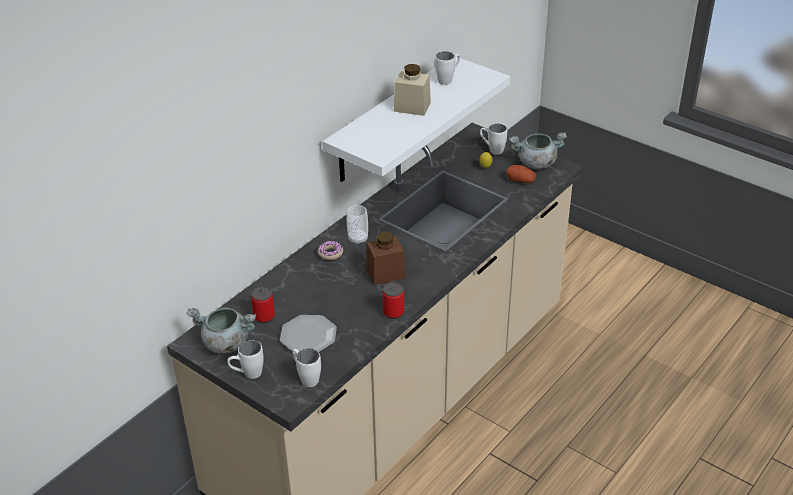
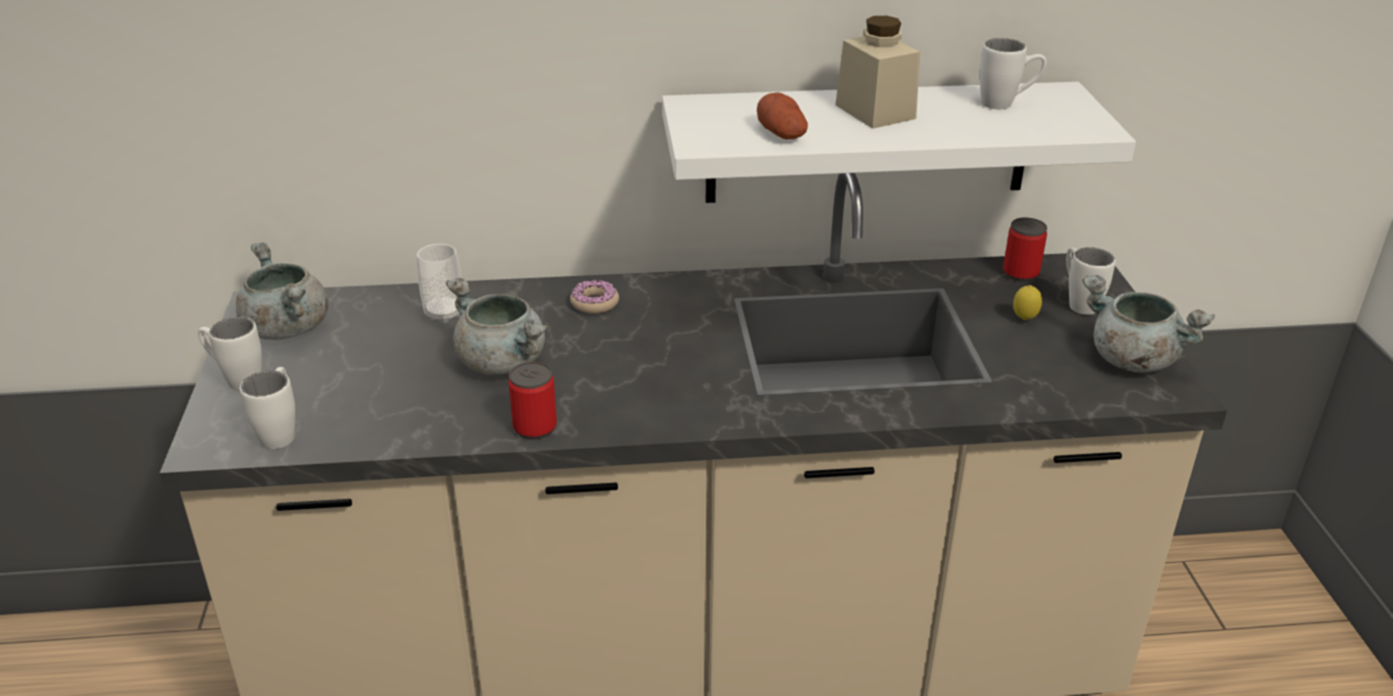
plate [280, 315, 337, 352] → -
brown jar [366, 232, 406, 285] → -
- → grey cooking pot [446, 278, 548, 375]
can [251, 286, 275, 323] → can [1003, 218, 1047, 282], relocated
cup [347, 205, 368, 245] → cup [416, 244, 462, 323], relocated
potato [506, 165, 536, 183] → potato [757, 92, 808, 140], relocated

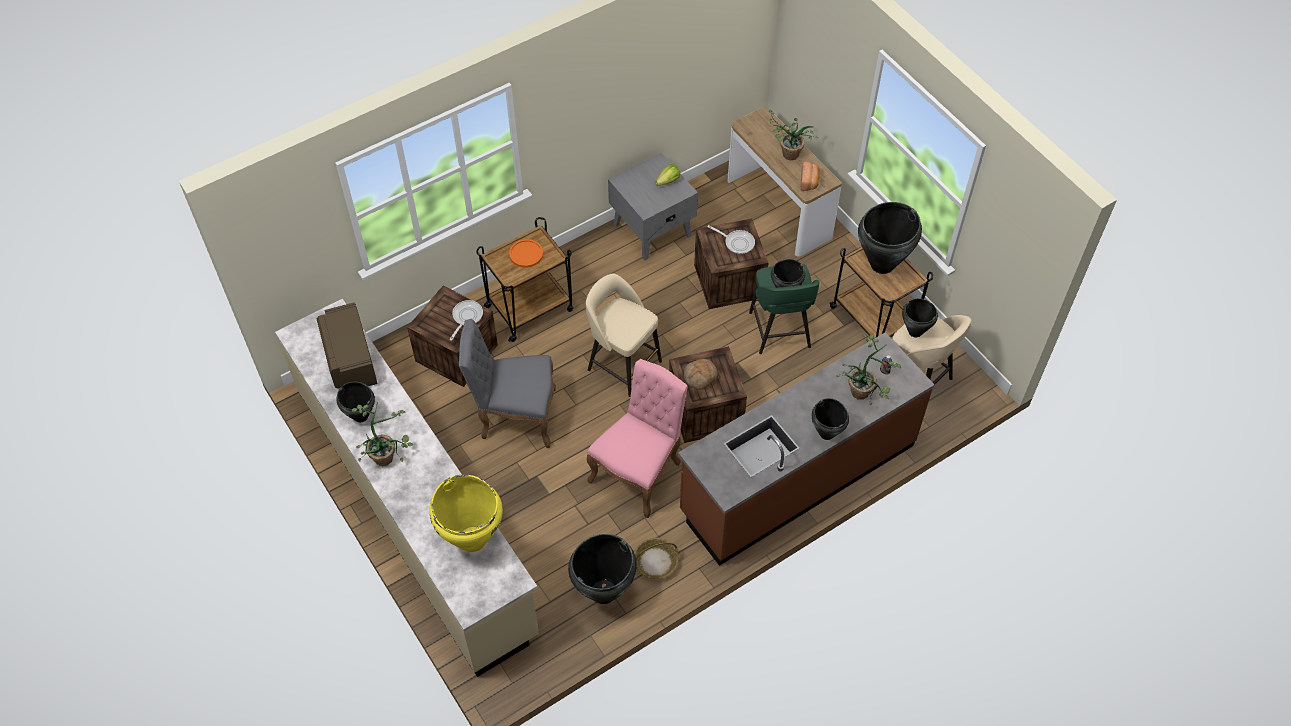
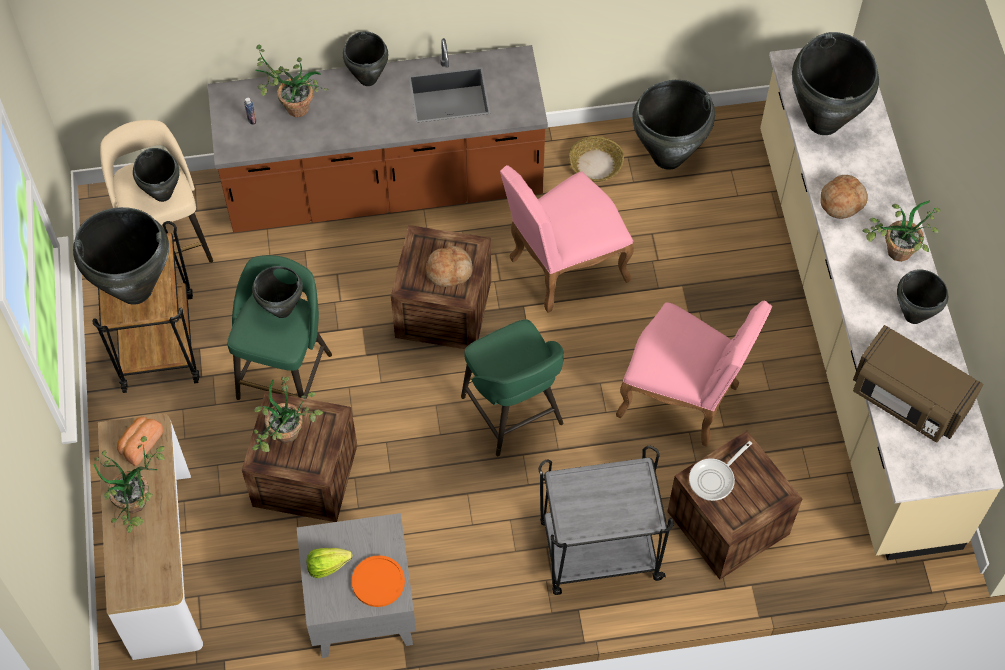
- → bread [820, 175, 868, 219]
orange plate [509, 239, 543, 268] → orange plate [352, 555, 405, 607], relocated
frying pan [707, 225, 755, 254] → potted plant [252, 377, 323, 452]
yellow vase [429, 474, 503, 552] → black vase [792, 32, 879, 135]
grey chair [459, 319, 556, 448] → pink chair [616, 301, 772, 447]
brown cart [477, 217, 574, 342] → grey cart [538, 446, 674, 595]
beige stool [586, 274, 662, 397] → green stool [461, 319, 564, 456]
brown microwave [316, 302, 378, 389] → brown microwave [853, 325, 983, 442], 120 degrees clockwise

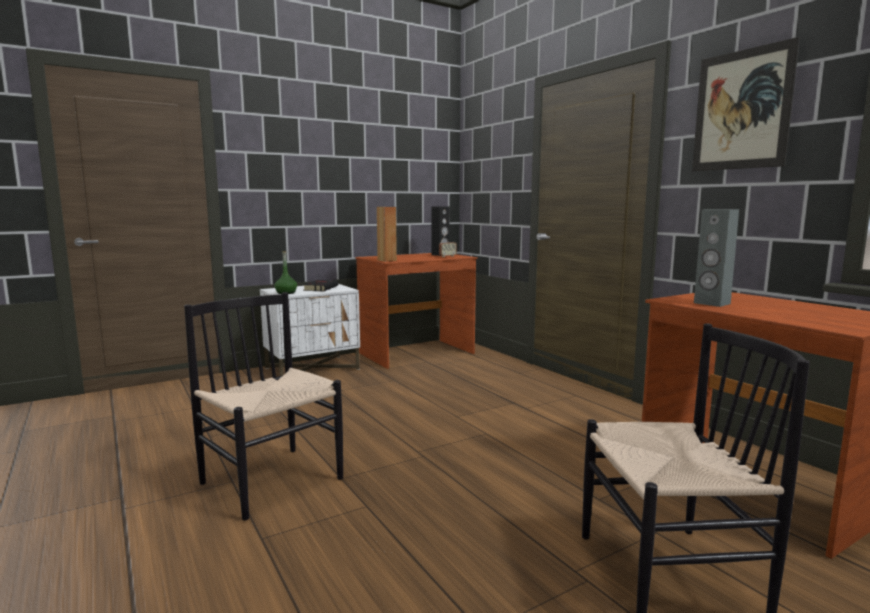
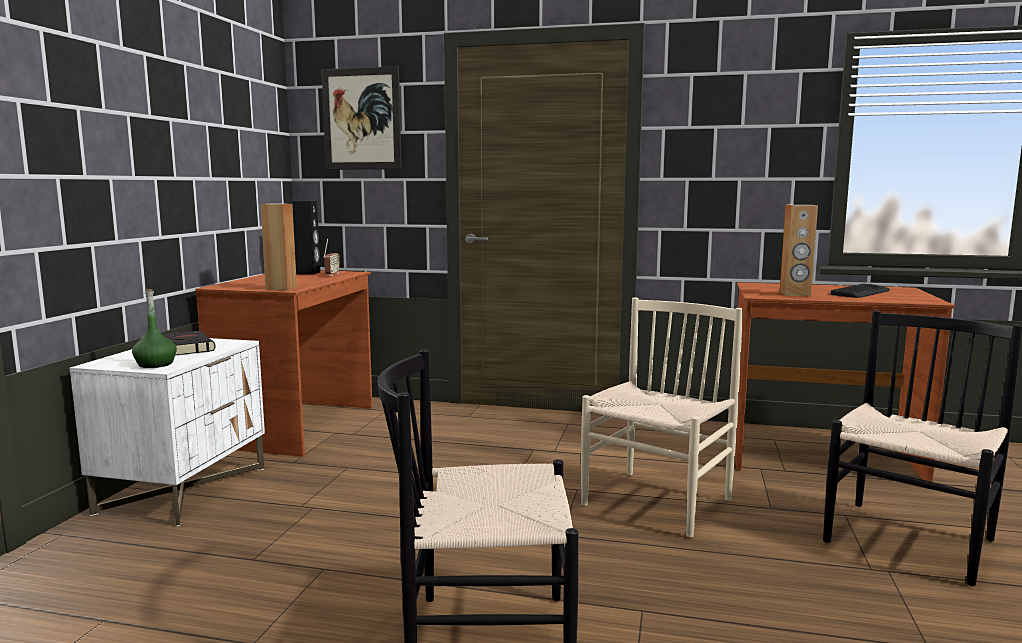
- → beige chair [581, 297, 743, 537]
- → keyboard [831, 284, 890, 298]
picture [692, 37, 800, 171] → picture [321, 66, 402, 170], relocated
grey speaker [694, 209, 739, 307] → brown speaker [779, 205, 818, 296]

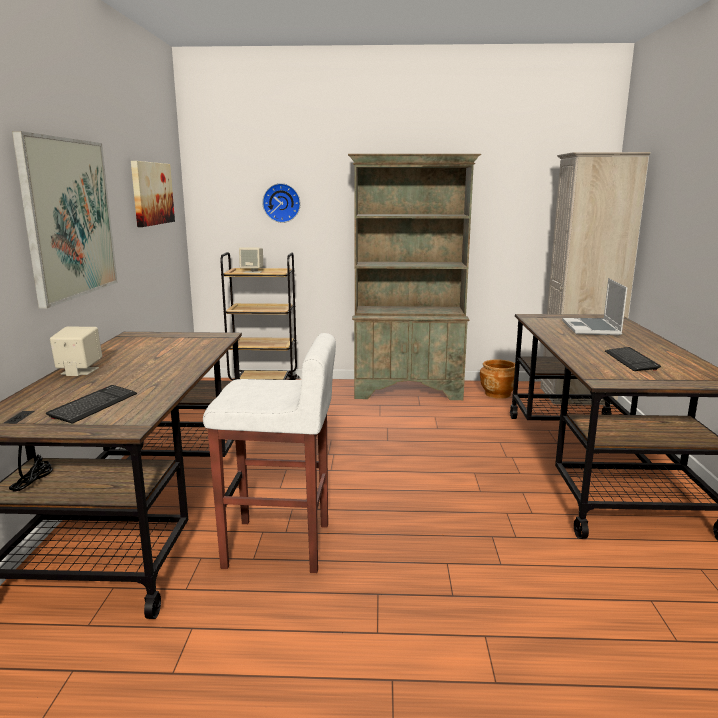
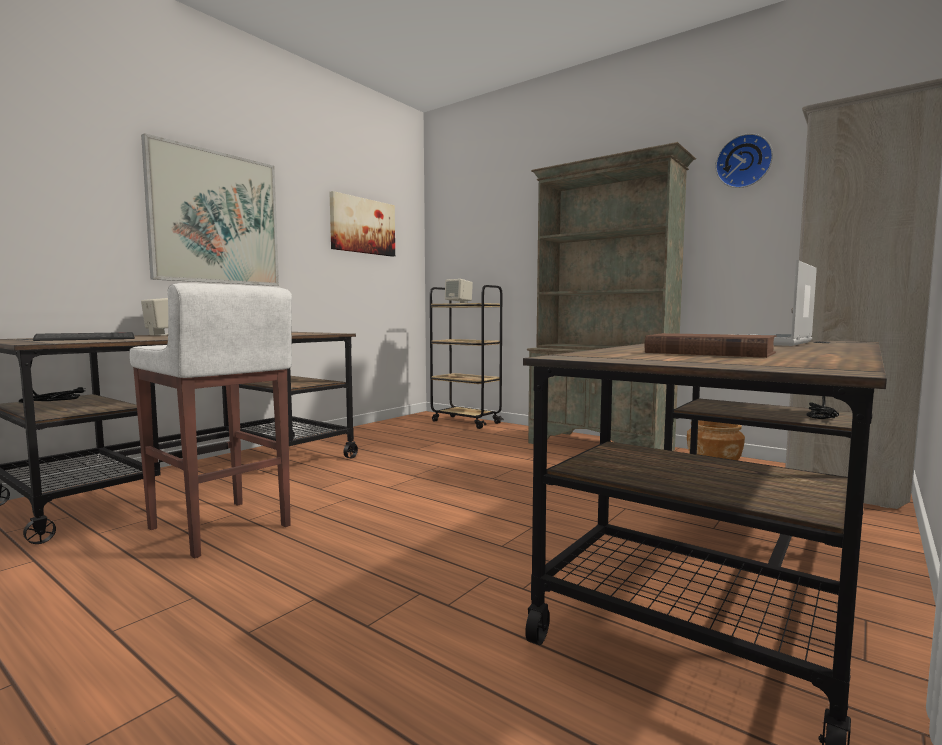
wall clock [262, 183, 300, 223] → wall clock [715, 133, 773, 188], relocated
keyboard [605, 347, 661, 371] → brown book [645, 333, 777, 358]

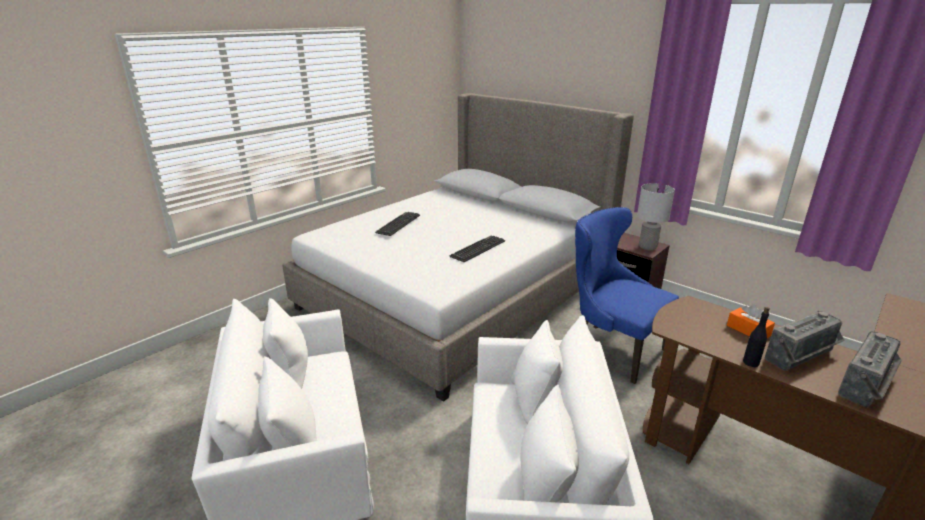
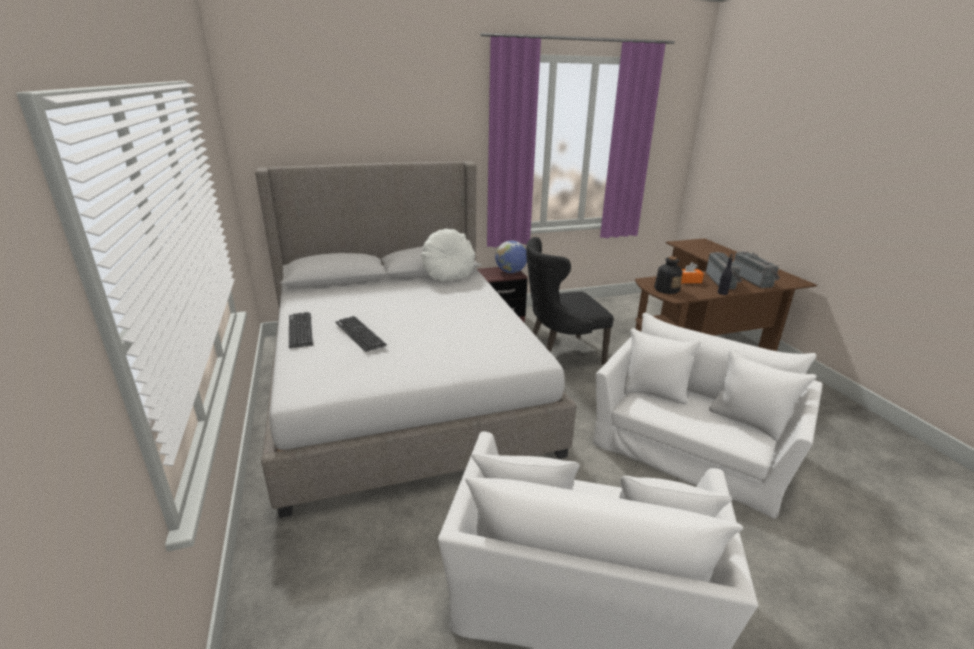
- → white pillow [421, 229, 475, 282]
- → bottle [654, 256, 683, 294]
keyboard [449, 236, 505, 262] → keyboard [289, 312, 313, 348], relocated
grey table lamp [637, 183, 675, 250] → globe [495, 241, 527, 273]
blue chair [575, 207, 679, 384] → black chair [526, 237, 613, 365]

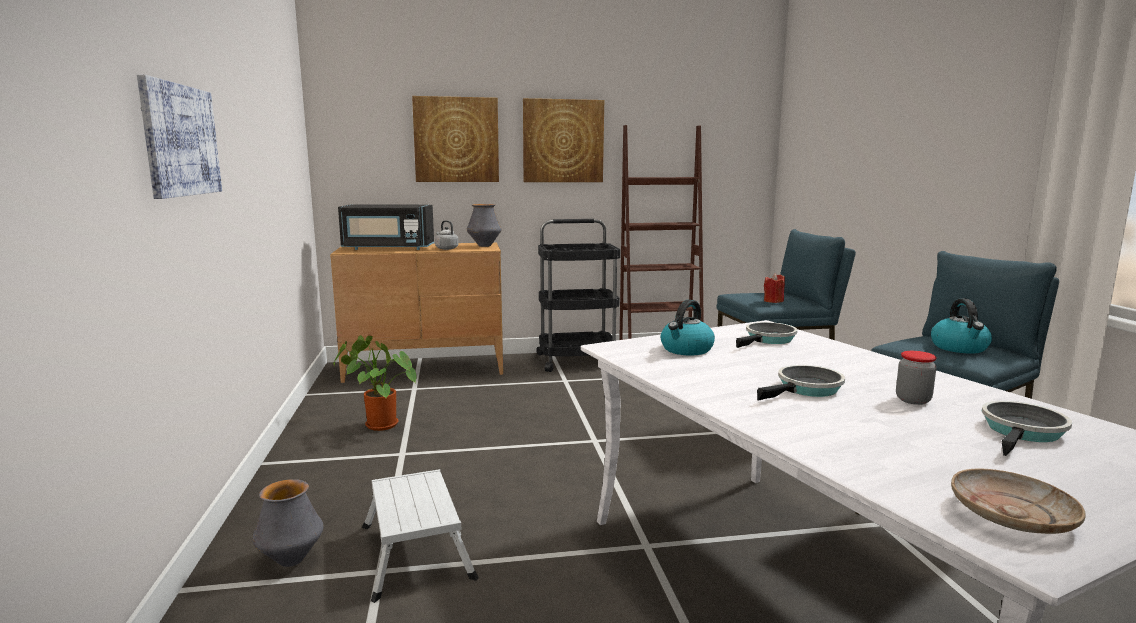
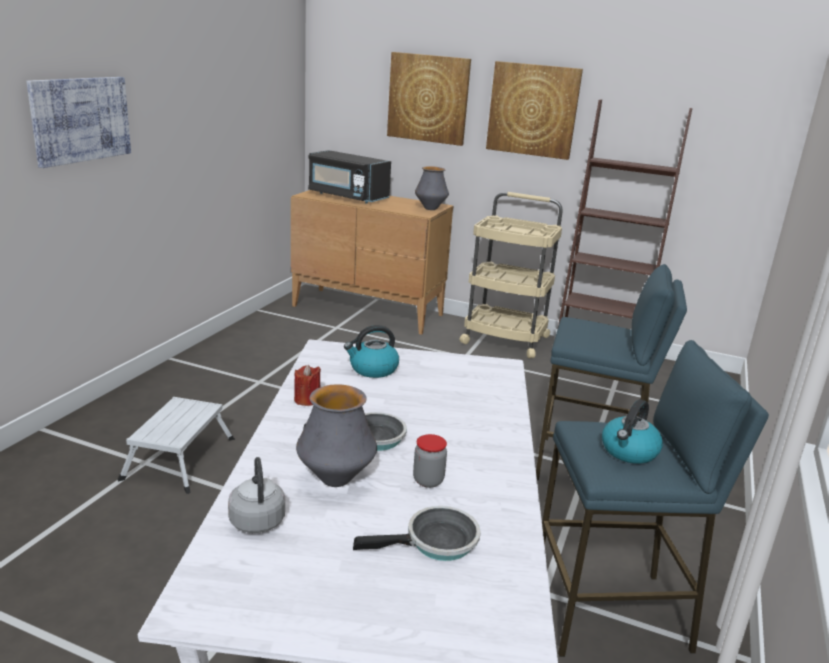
potted plant [333, 335, 417, 431] → -
frying pan [736, 322, 798, 348] → -
beige plate [951, 468, 1086, 534] → -
vase [252, 479, 324, 567] → vase [296, 384, 377, 487], relocated
grey kettle [435, 220, 458, 250] → grey kettle [228, 457, 285, 533], relocated
red candle [764, 273, 785, 303] → red candle [294, 364, 321, 406], relocated
black cart [536, 219, 620, 372] → beige cart [459, 192, 563, 358]

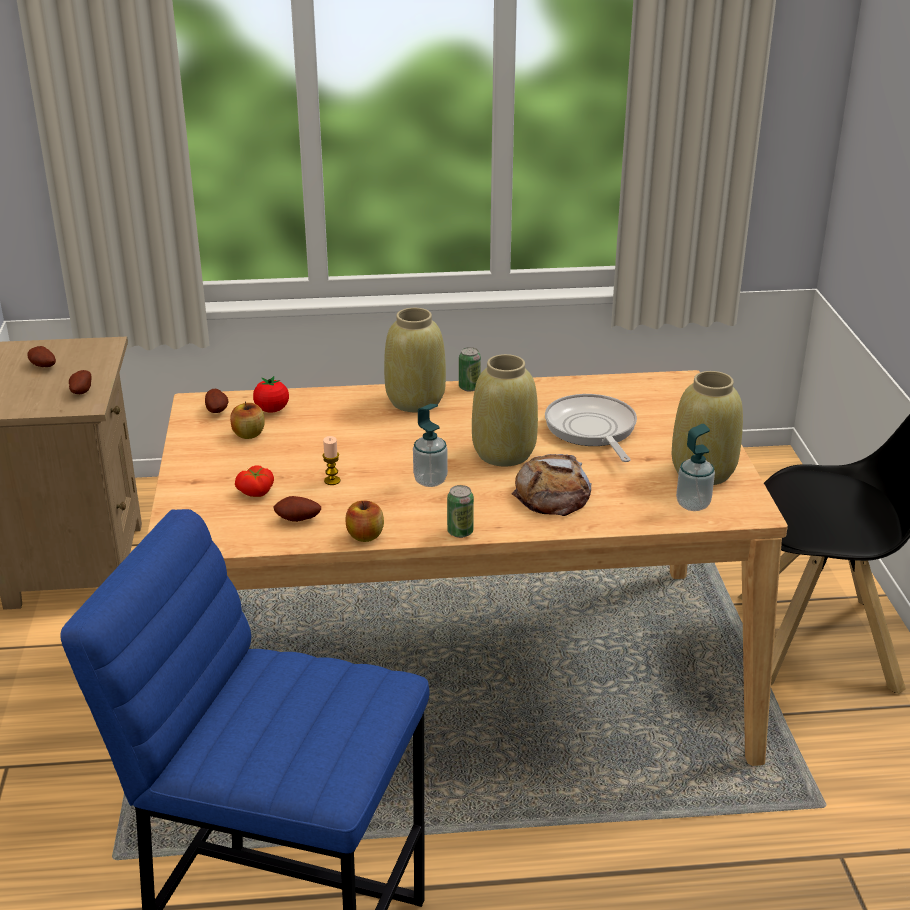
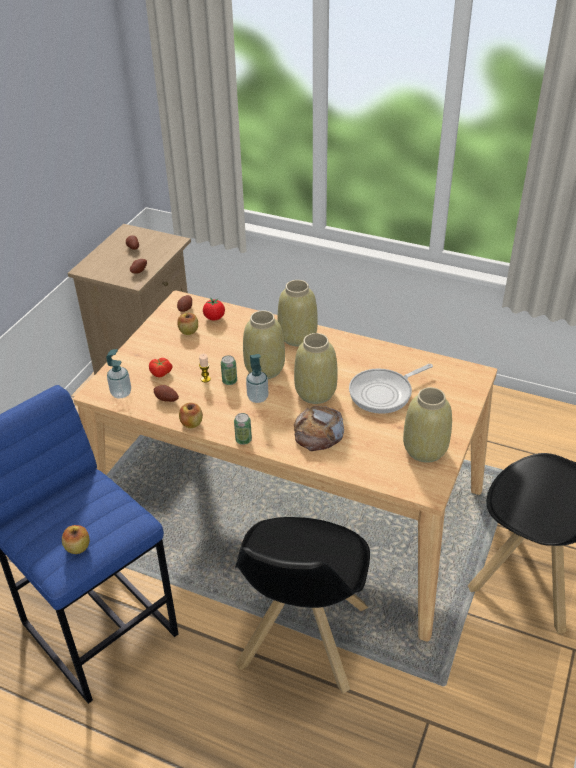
- → apple [62, 525, 90, 554]
- → black chair [235, 517, 370, 694]
- → beige vase [243, 310, 285, 379]
can [459, 347, 481, 391] → can [221, 355, 237, 385], relocated
soap dispenser [676, 424, 715, 511] → soap dispenser [106, 349, 131, 398], relocated
frying pan [545, 394, 637, 462] → frying pan [349, 364, 433, 414], 135 degrees counterclockwise

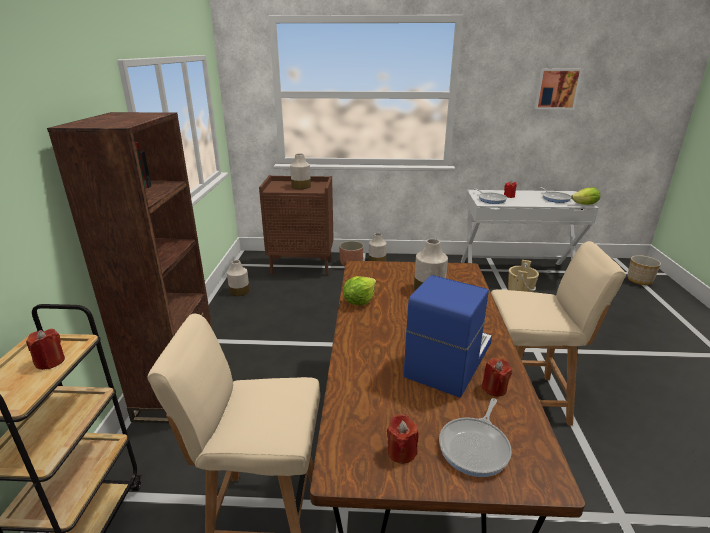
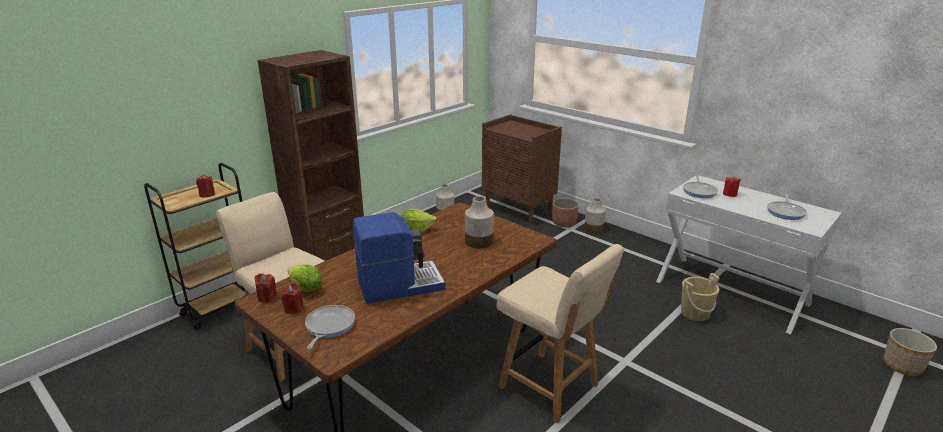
beige vase [290, 153, 311, 189] → -
picture [534, 69, 582, 109] → -
red candle [482, 358, 512, 397] → red candle [254, 273, 277, 303], relocated
lettuce [571, 187, 600, 205] → lettuce [288, 264, 322, 292], relocated
frying pan [439, 398, 512, 477] → frying pan [305, 305, 355, 349], 120 degrees clockwise

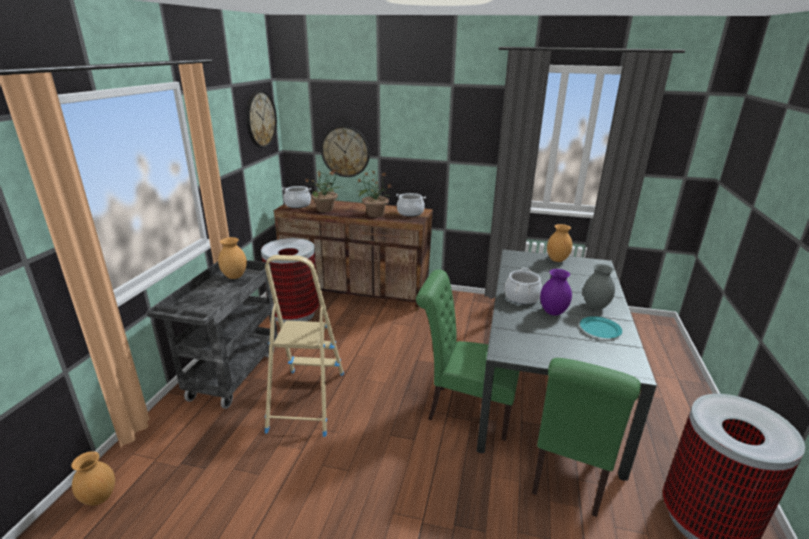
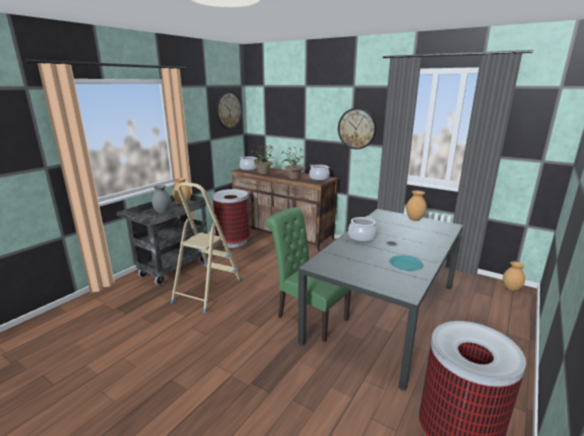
green chair [532, 358, 641, 517] → -
purple vase [540, 269, 572, 315] → -
brown vase [71, 451, 115, 506] → brown vase [503, 262, 525, 291], relocated
wall clock [321, 126, 370, 177] → wall clock [338, 108, 376, 149], relocated
grey vase [583, 264, 615, 310] → grey vase [152, 185, 172, 214], relocated

